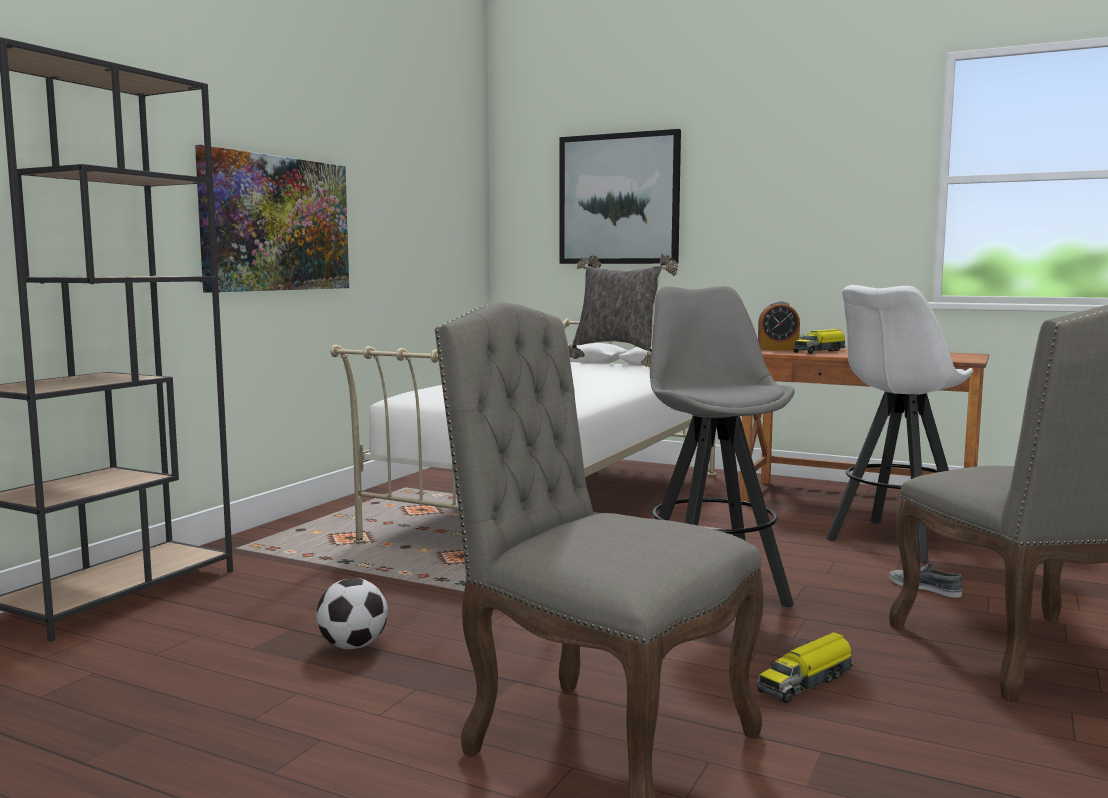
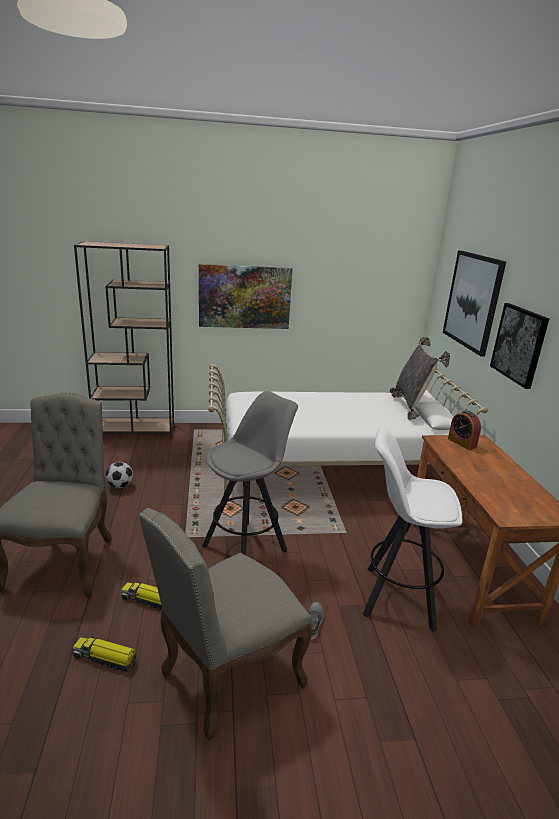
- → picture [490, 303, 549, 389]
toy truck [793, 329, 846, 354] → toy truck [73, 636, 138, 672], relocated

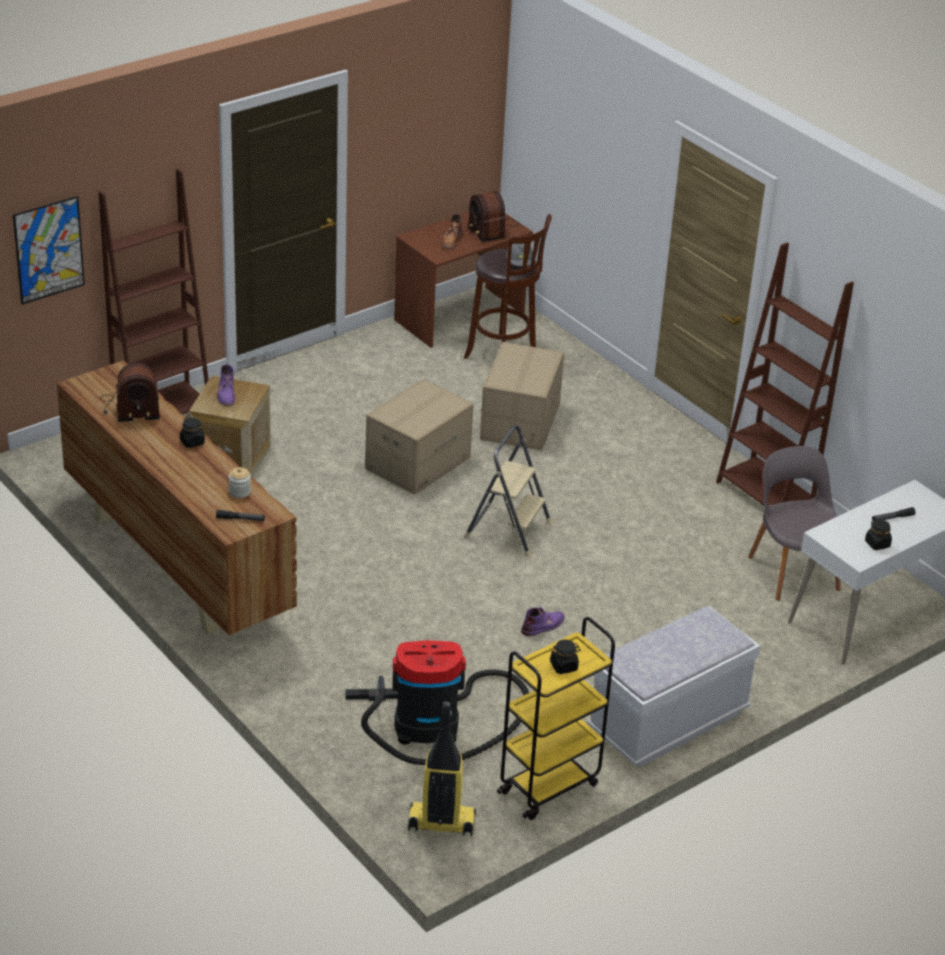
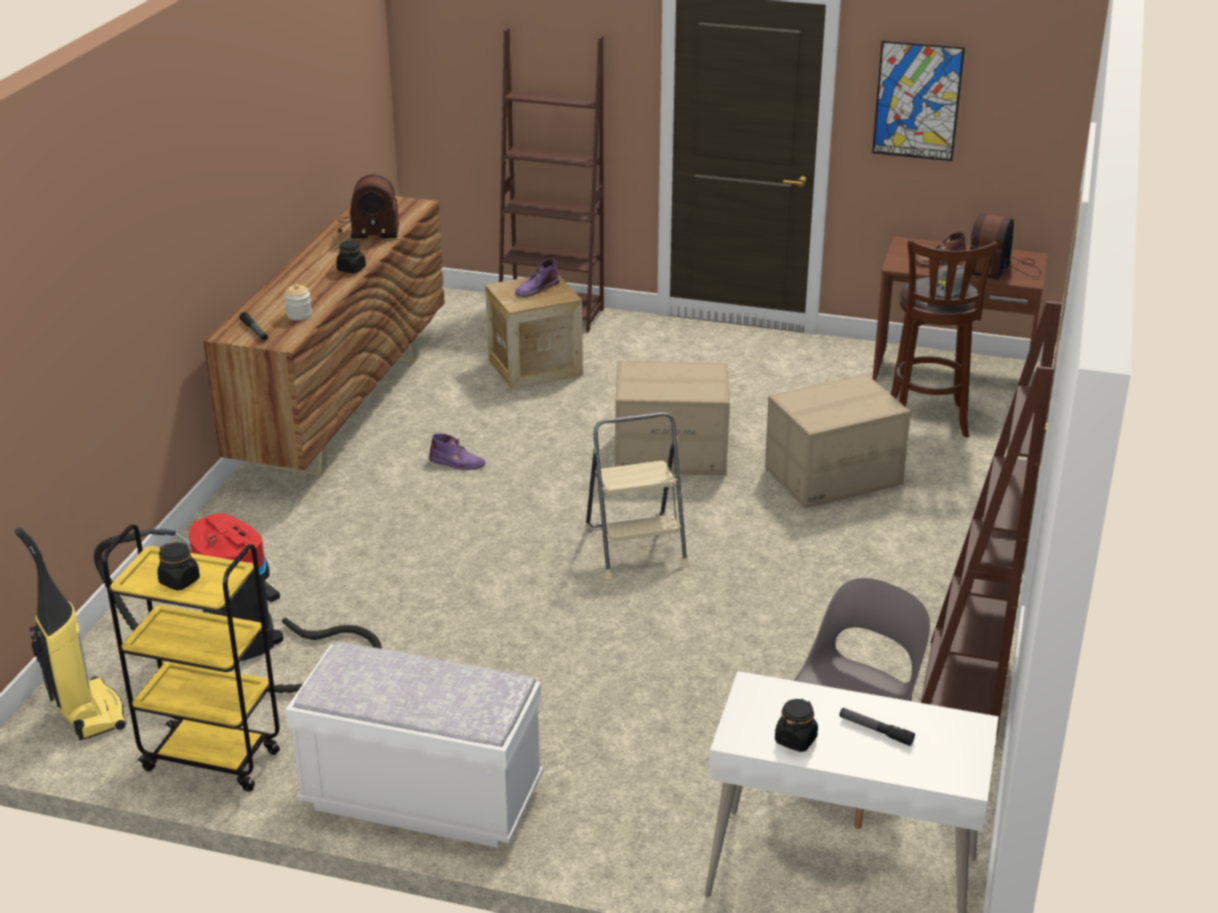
picture [13, 196, 85, 305] → picture [872, 41, 965, 161], relocated
purple boot [521, 607, 564, 636] → purple boot [429, 433, 486, 470], relocated
radio [100, 363, 160, 422] → radio [338, 174, 399, 239], 45 degrees counterclockwise

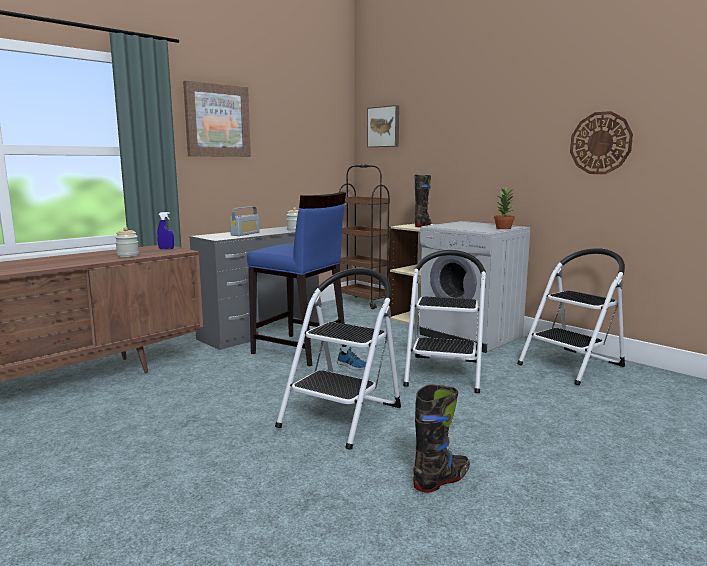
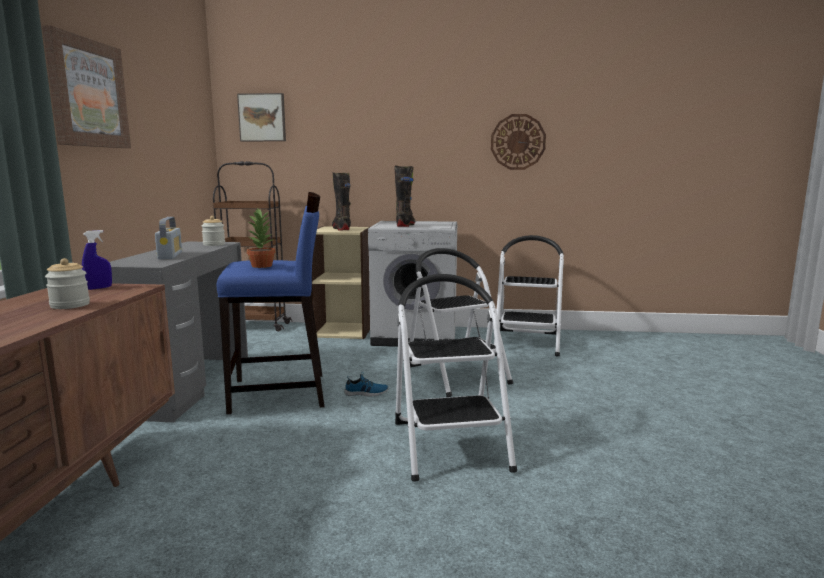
black boot [413, 384, 470, 493] → black boot [394, 165, 416, 227], relocated
potted plant [494, 186, 515, 229] → potted plant [247, 209, 275, 268], relocated

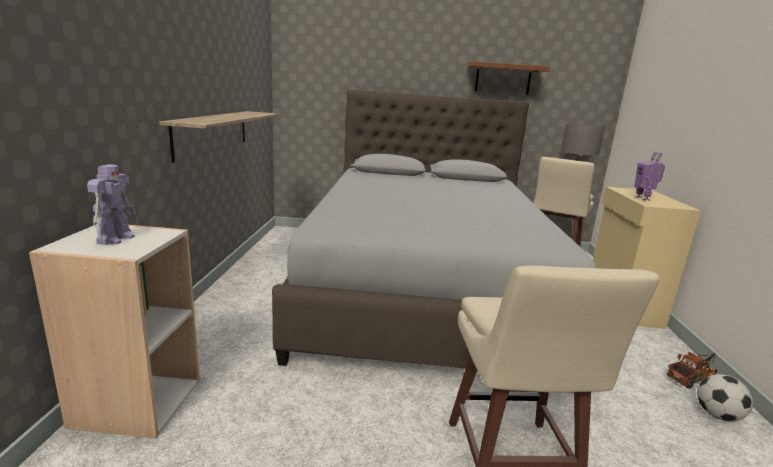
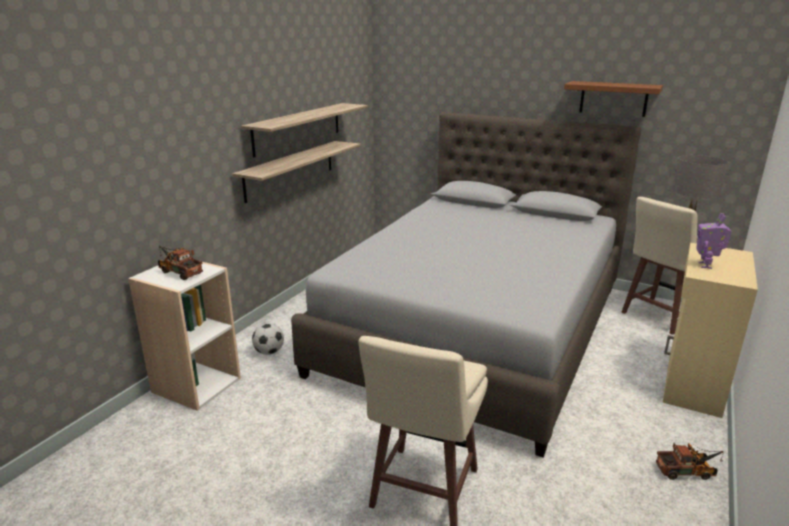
- → shelf [241, 103, 368, 158]
football [697, 374, 753, 422] → football [252, 323, 284, 355], relocated
toy robot [87, 164, 138, 245] → toy truck [158, 246, 203, 280]

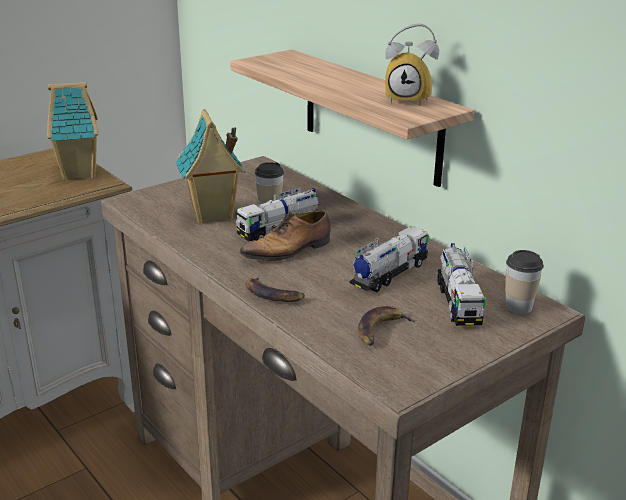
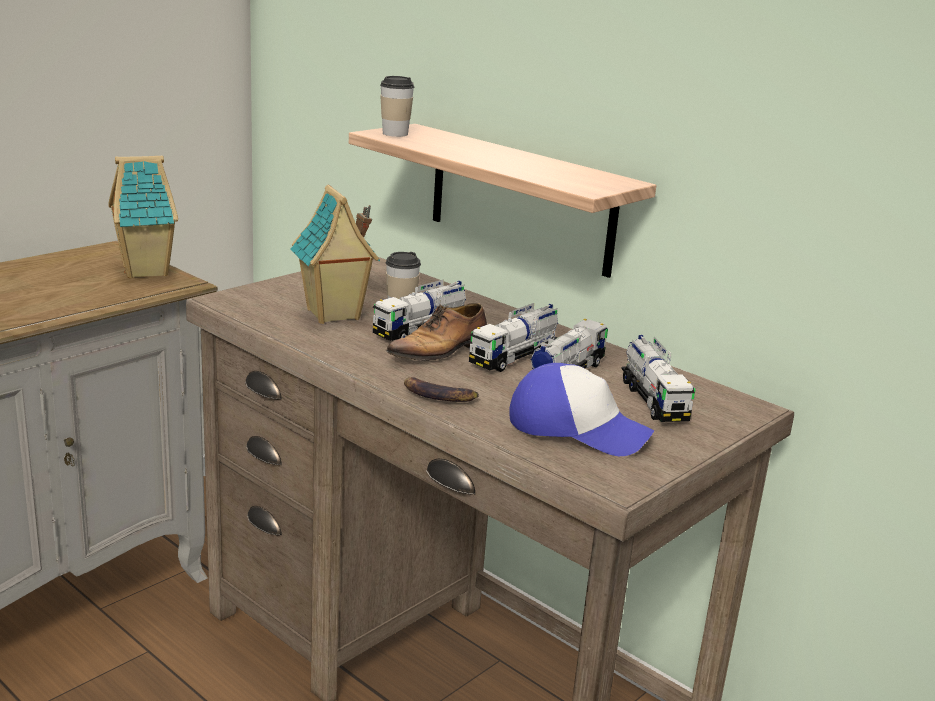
alarm clock [385, 23, 439, 106] → -
- → toy truck [469, 303, 558, 372]
cup [505, 250, 544, 314] → cup [380, 76, 414, 137], relocated
banana [358, 306, 417, 346] → cap [510, 363, 654, 456]

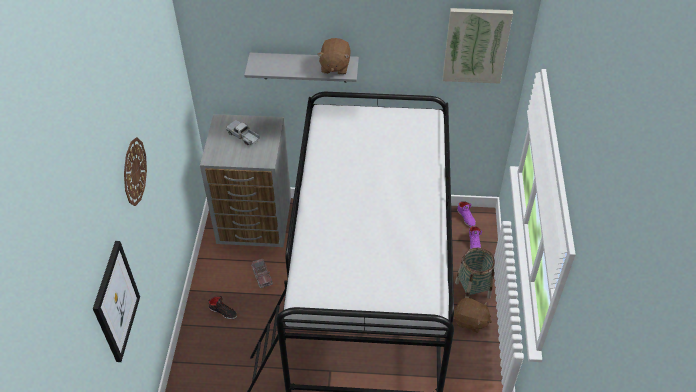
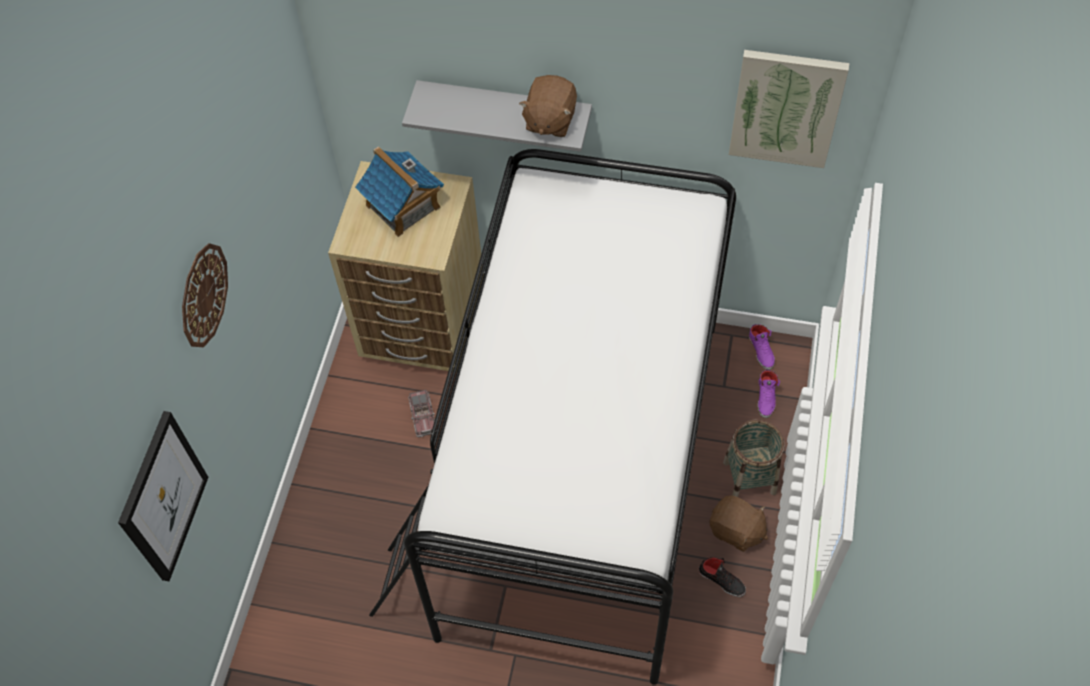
black shoe [209, 296, 237, 319] → black shoe [699, 557, 746, 597], relocated
toy truck [226, 120, 260, 145] → toy house [355, 146, 444, 237]
grey dresser [200, 114, 291, 247] → brown dresser [328, 161, 484, 373]

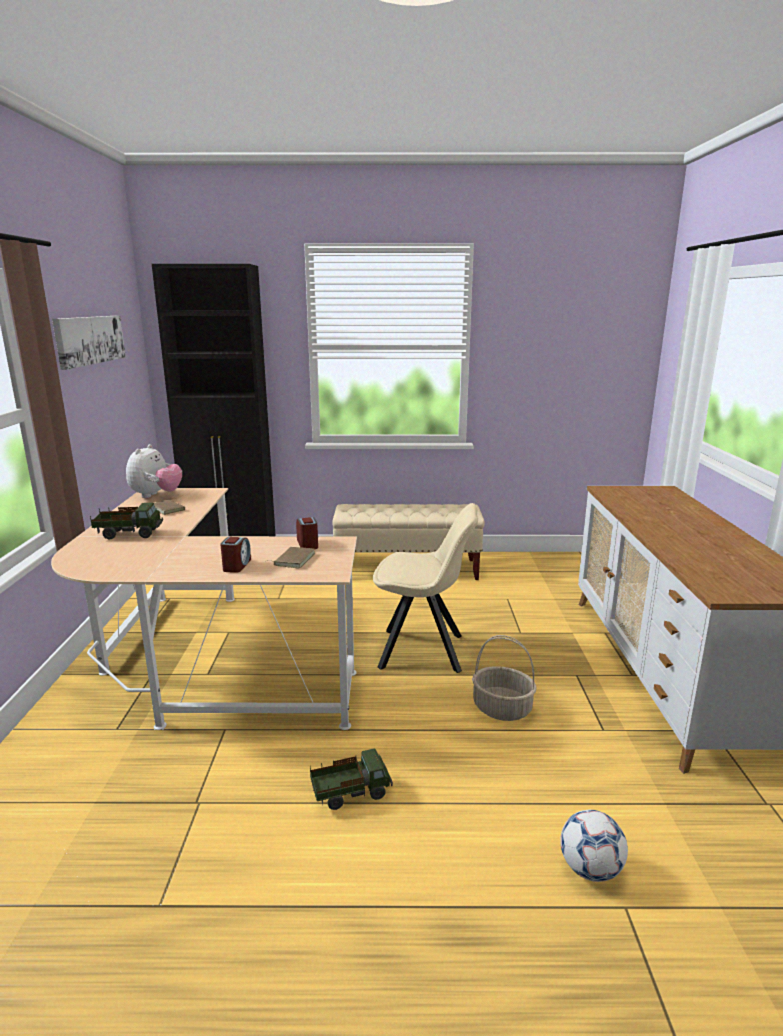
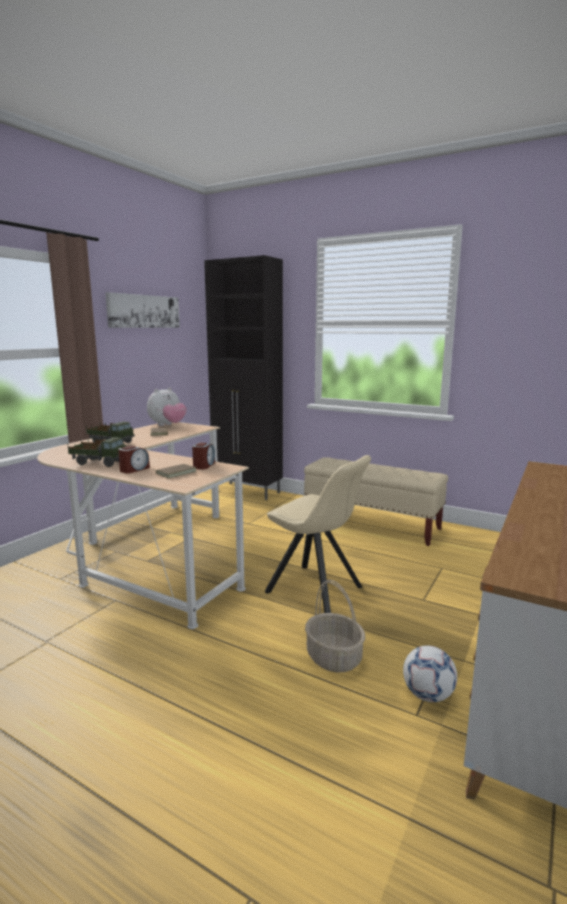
toy truck [310, 749, 393, 810] → toy truck [67, 437, 126, 467], relocated
football [560, 810, 628, 882] → football [403, 645, 457, 702], relocated

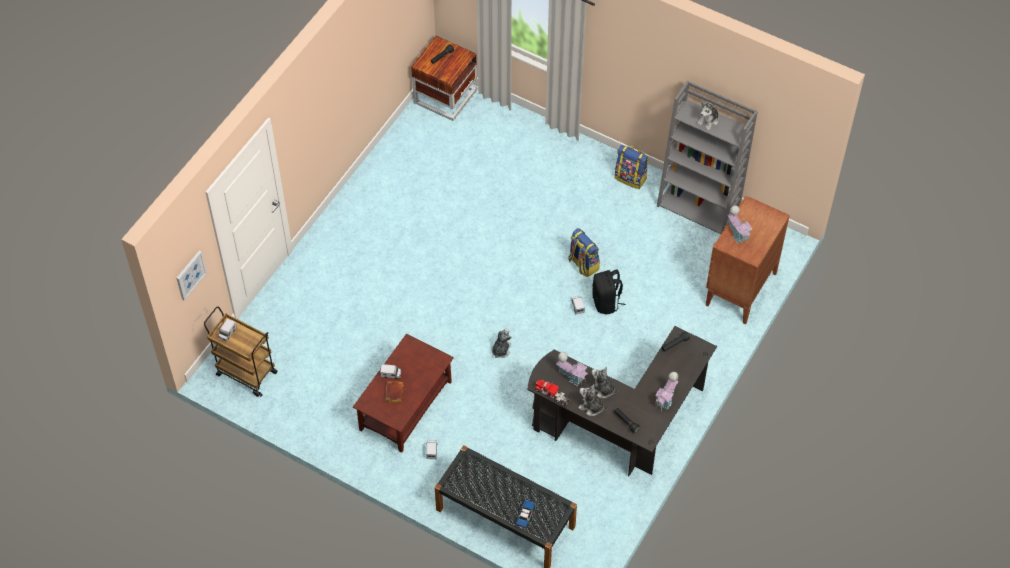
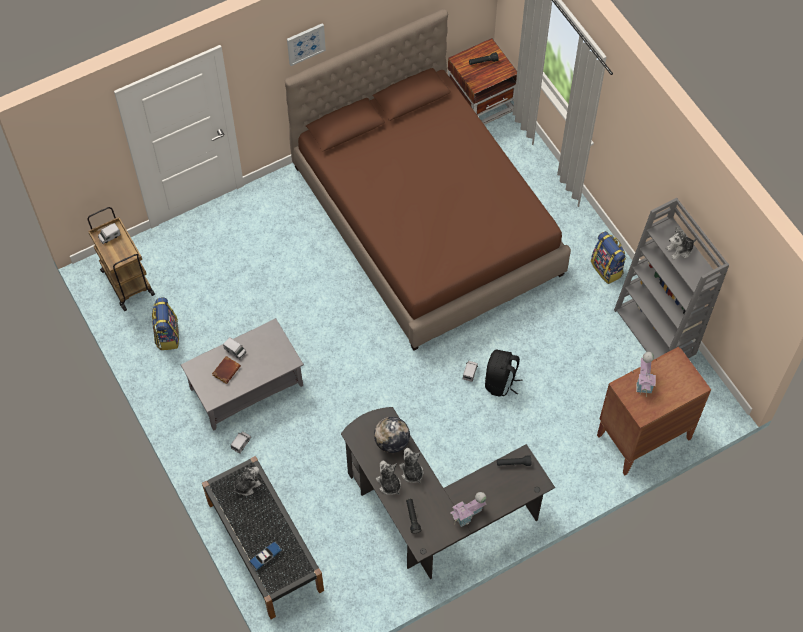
toy truck [534, 380, 571, 406] → -
- → brown bed [285, 9, 571, 351]
picture [176, 250, 207, 301] → picture [287, 23, 326, 66], relocated
plush toy [492, 328, 512, 358] → plush toy [230, 467, 261, 496], relocated
backpack [568, 228, 600, 277] → backpack [152, 297, 179, 350], relocated
toy house [556, 352, 588, 386] → globe [374, 417, 410, 453]
brown coffee table [353, 333, 454, 453] → grey coffee table [181, 318, 304, 431]

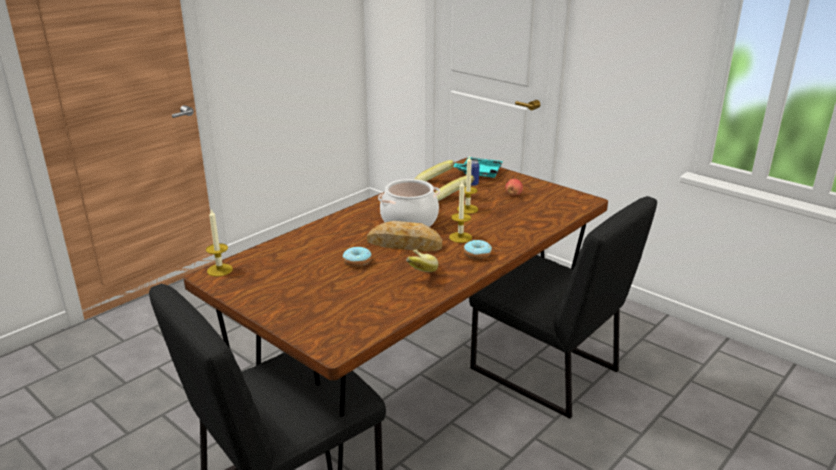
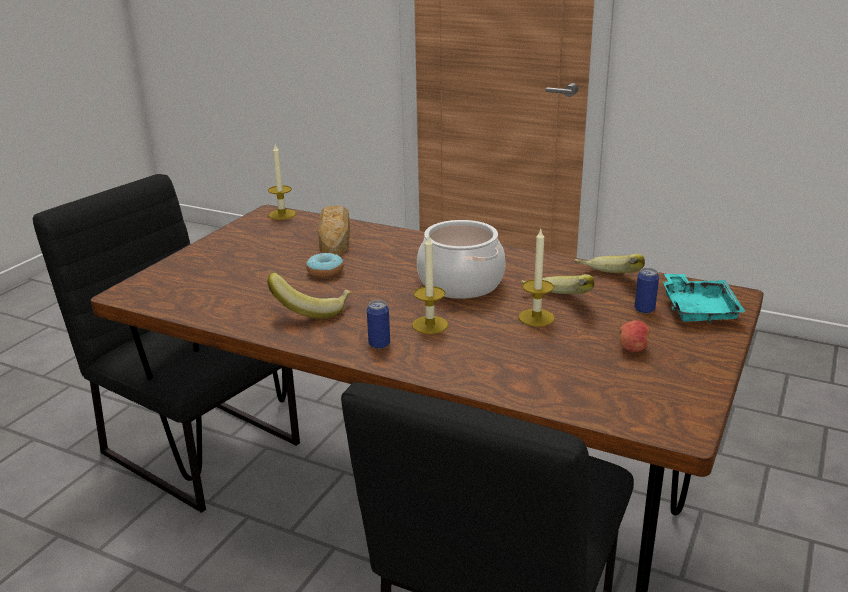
bread [367, 221, 442, 251] → bread [318, 206, 350, 256], relocated
donut [464, 240, 492, 260] → can [367, 300, 390, 349]

